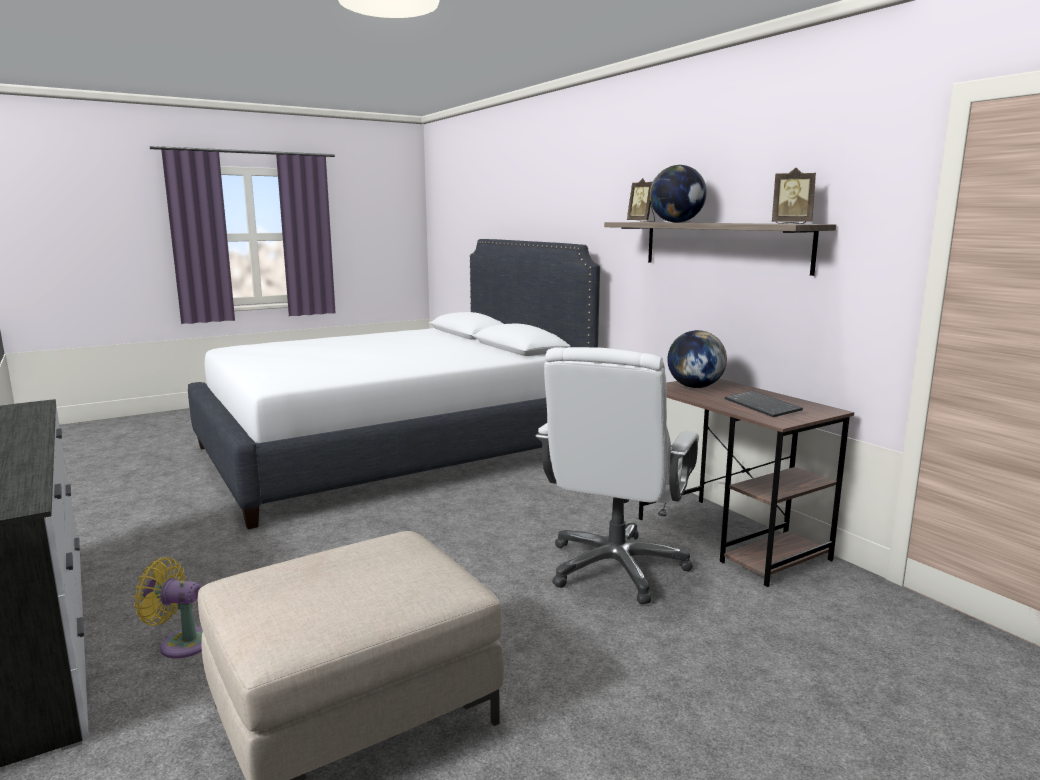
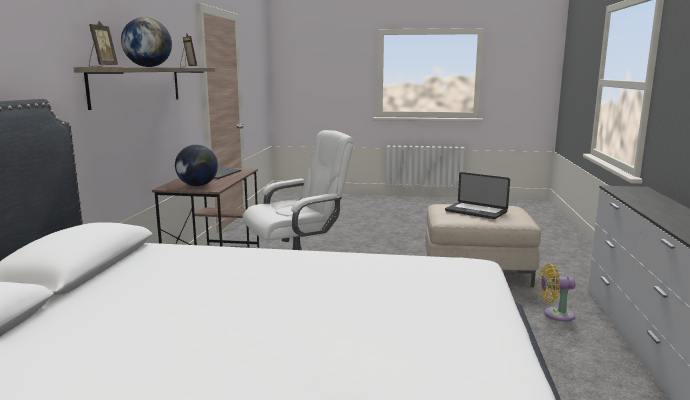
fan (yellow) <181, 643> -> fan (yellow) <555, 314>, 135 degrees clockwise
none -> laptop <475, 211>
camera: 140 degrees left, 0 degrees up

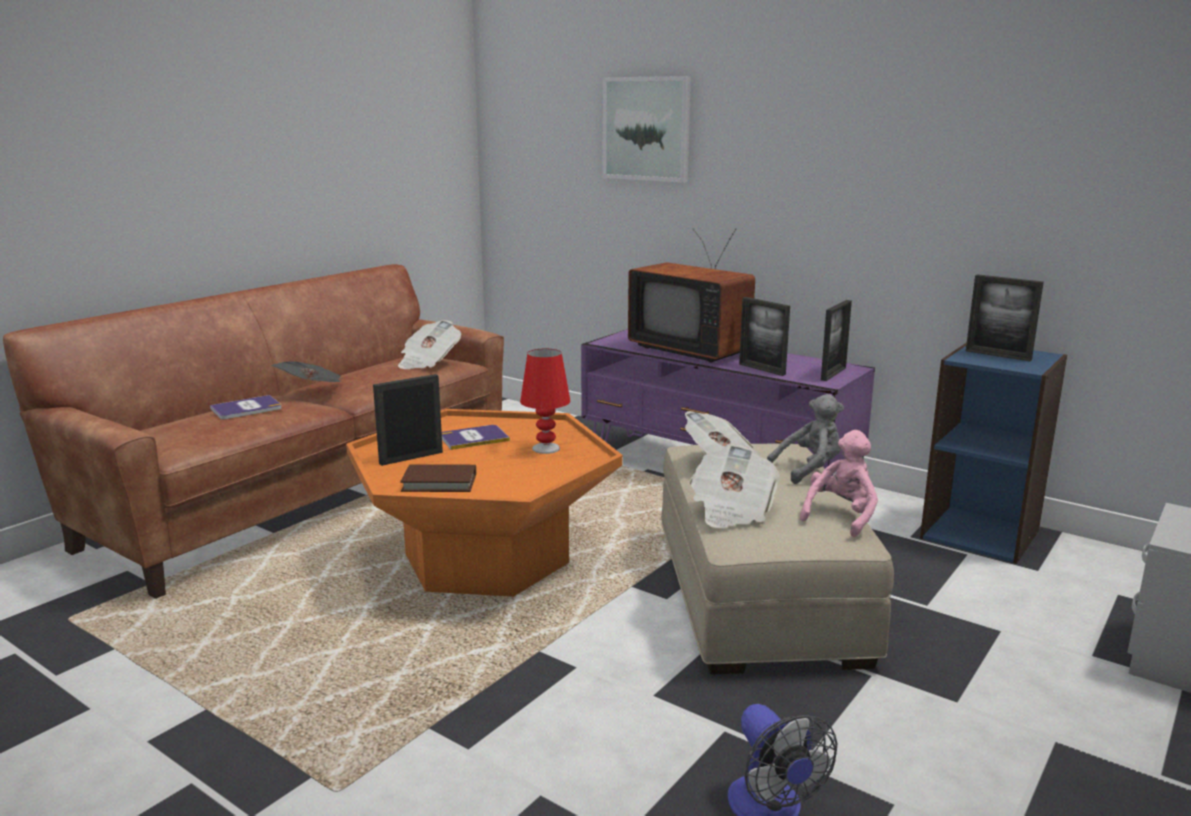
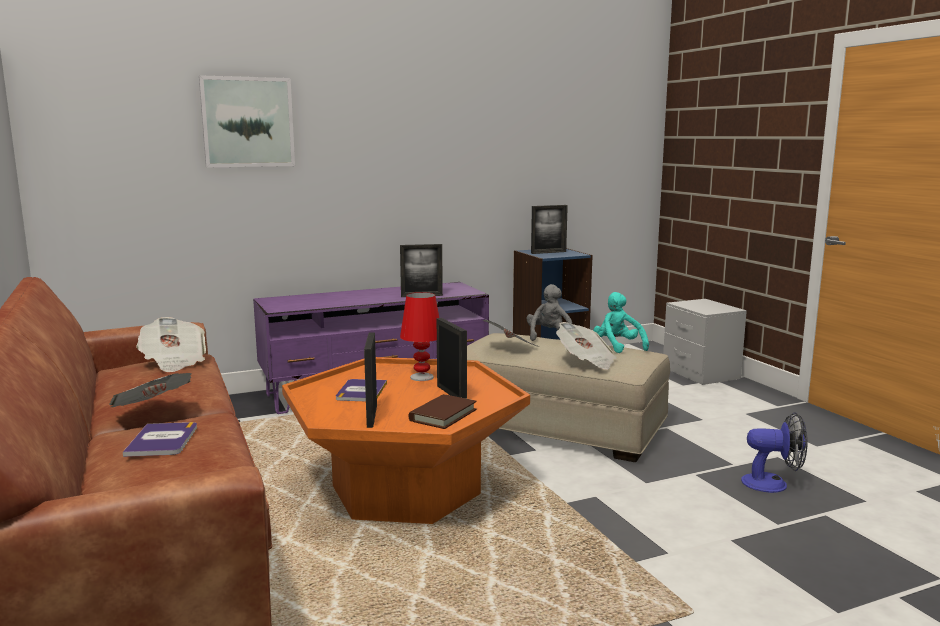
television <692, 349> -> none
plush toy (pink) <841, 516> -> plush toy (turquoise) <618, 347>
picture frame <833, 374> -> picture frame <451, 394>, shifted
camera: 60 degrees left, 5 degrees down

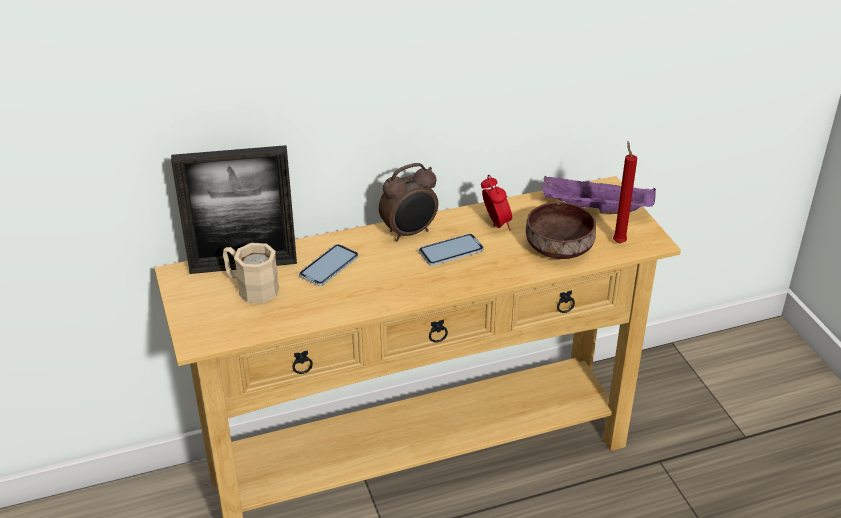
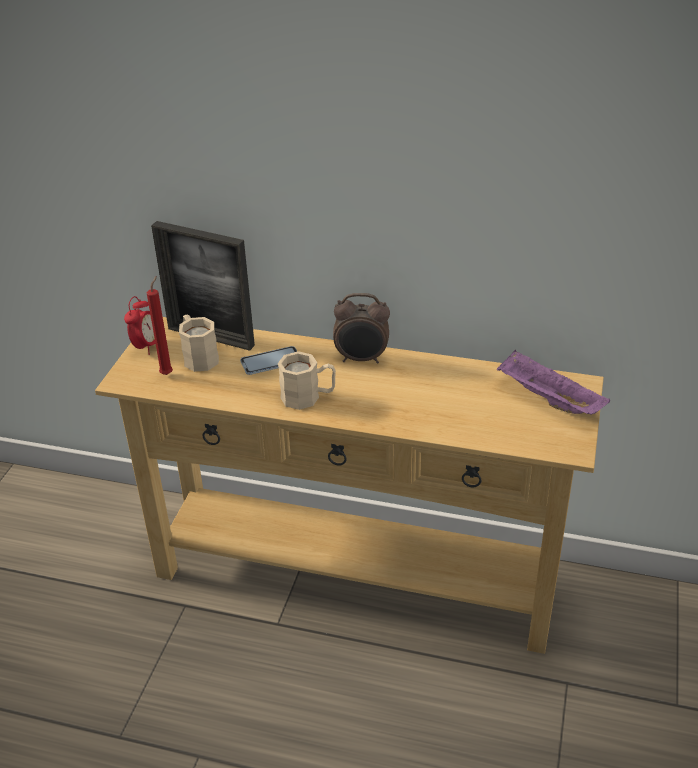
phone <451, 251> -> none
alarm clock <495, 225> -> alarm clock <146, 346>, shifted
bowl (brown) <558, 247> -> none
candle (red) <618, 241> -> candle (red) <168, 373>, shifted
none -> mug (beige) <308, 397>
camera: 35 degrees right, 0 degrees up

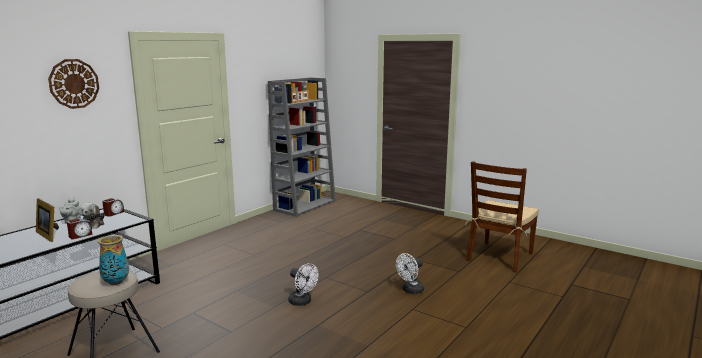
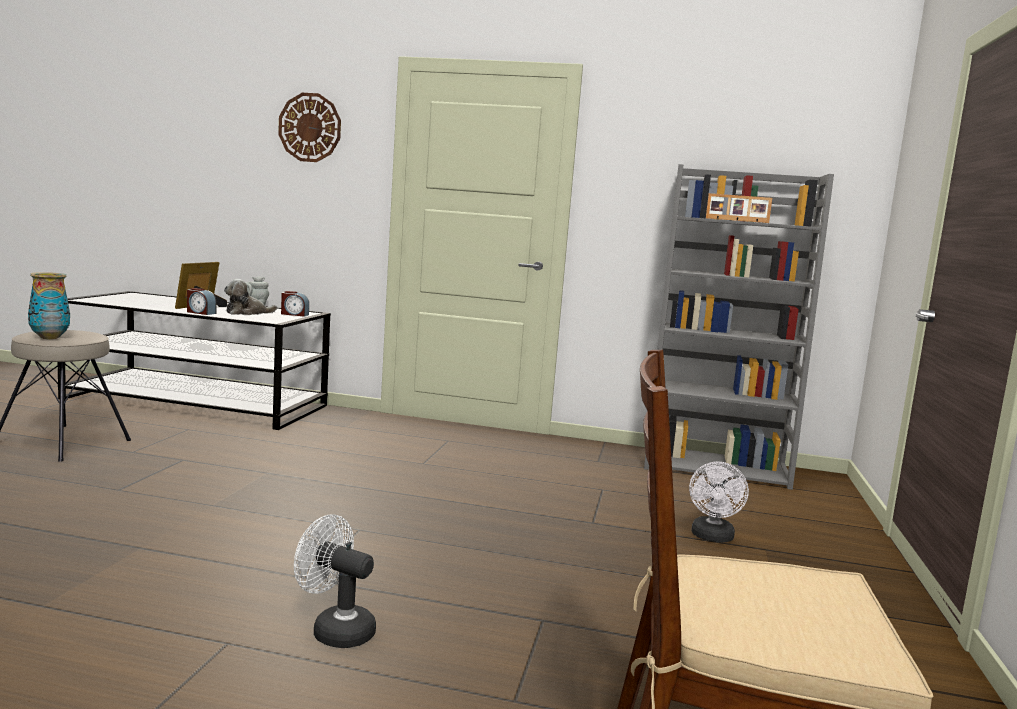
fan (white) <302, 302> -> fan (white) <712, 538>, shifted
camera: 65 degrees right, 5 degrees down

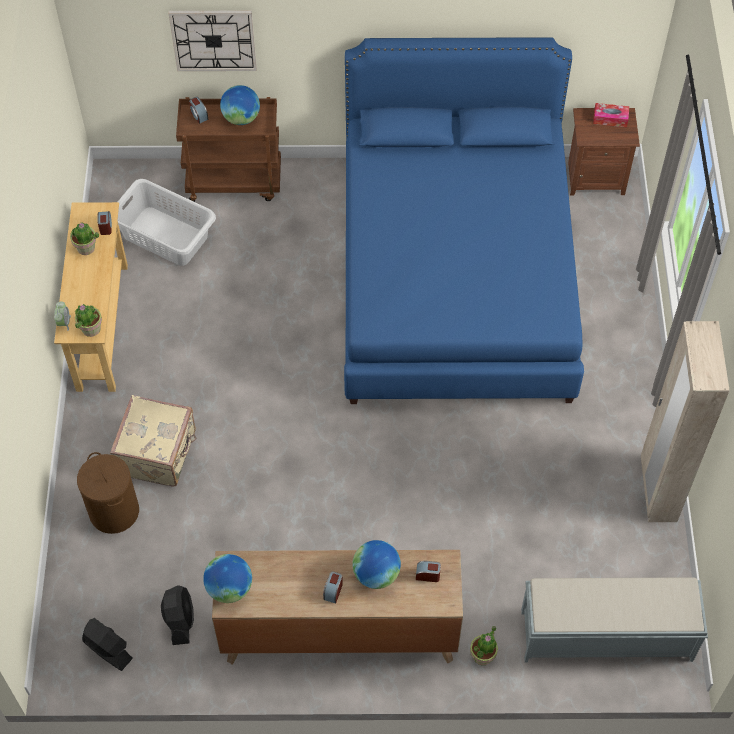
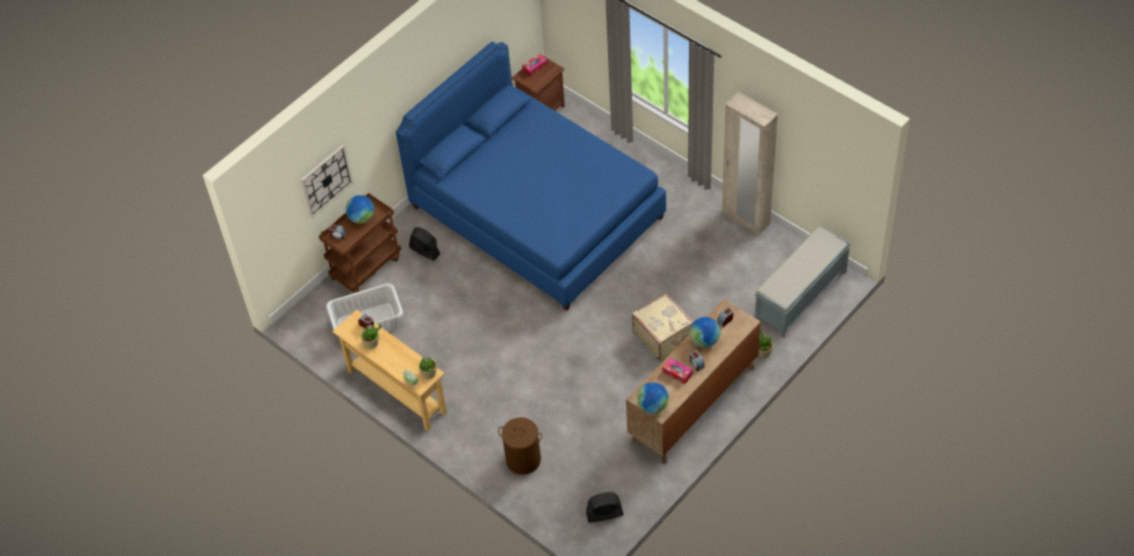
suitcase (beige) <158, 453> -> suitcase (beige) <664, 336>, shifted
fan (black) <180, 620> -> fan (black) <424, 250>, shifted
none -> tissue box <677, 373>
camera: 45 degrees left, 5 degrees down

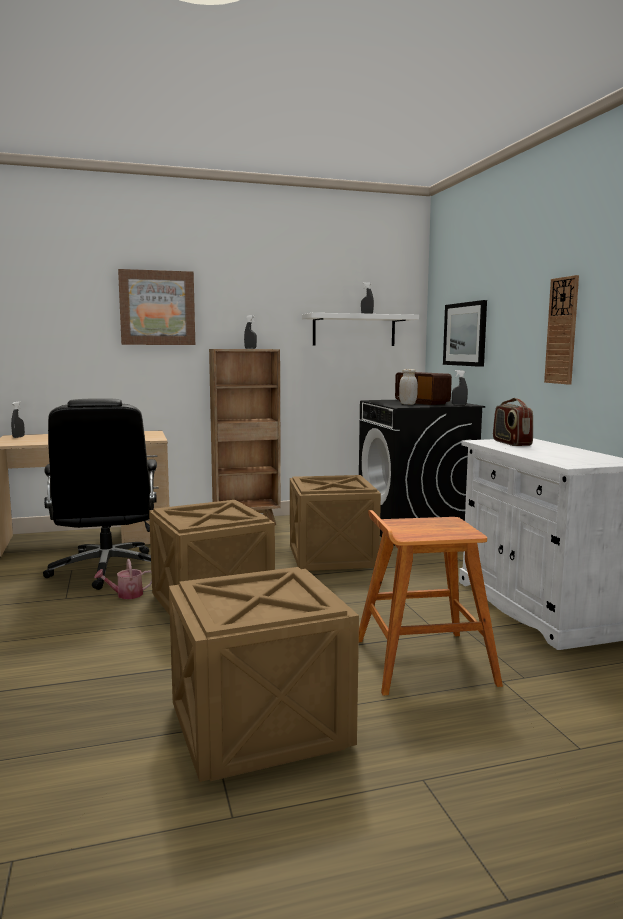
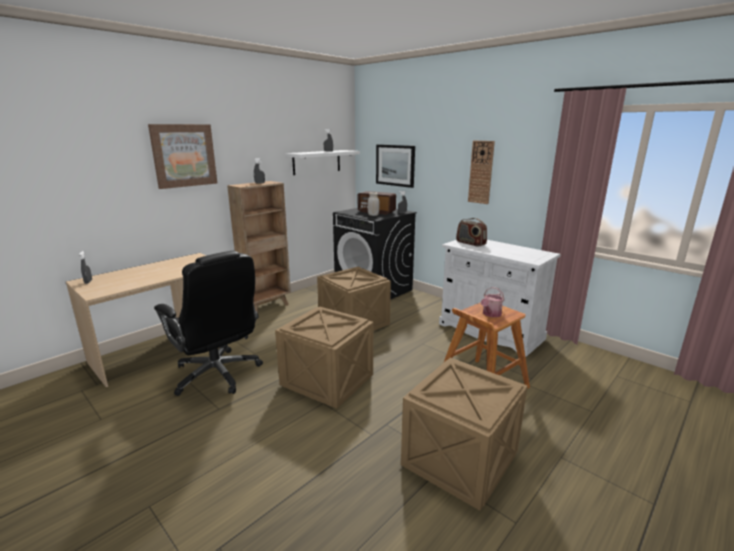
watering can <126, 595> -> watering can <490, 314>, shifted
camera: 30 degrees left, 10 degrees up

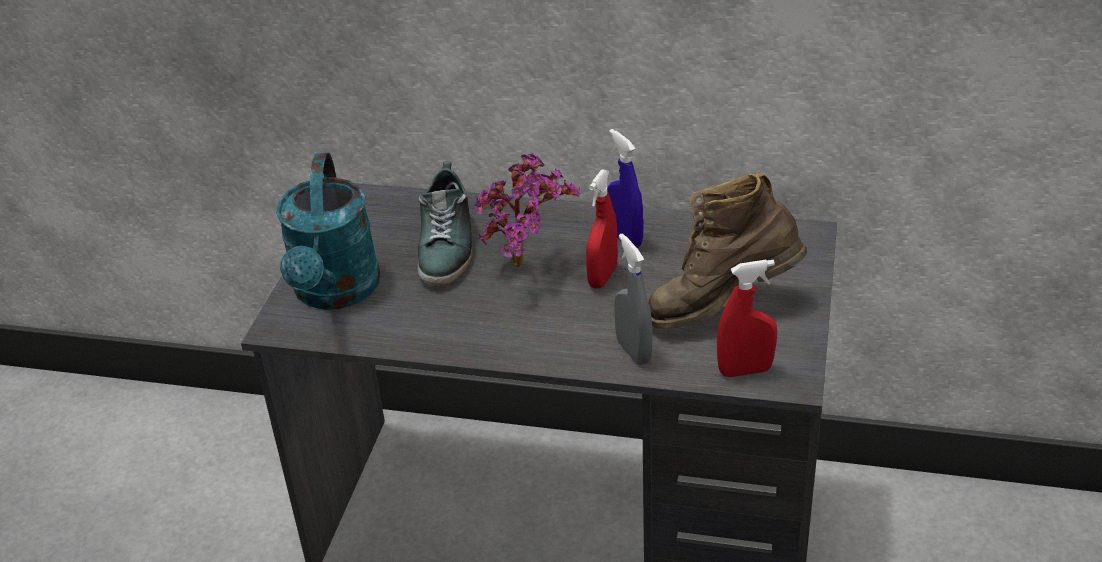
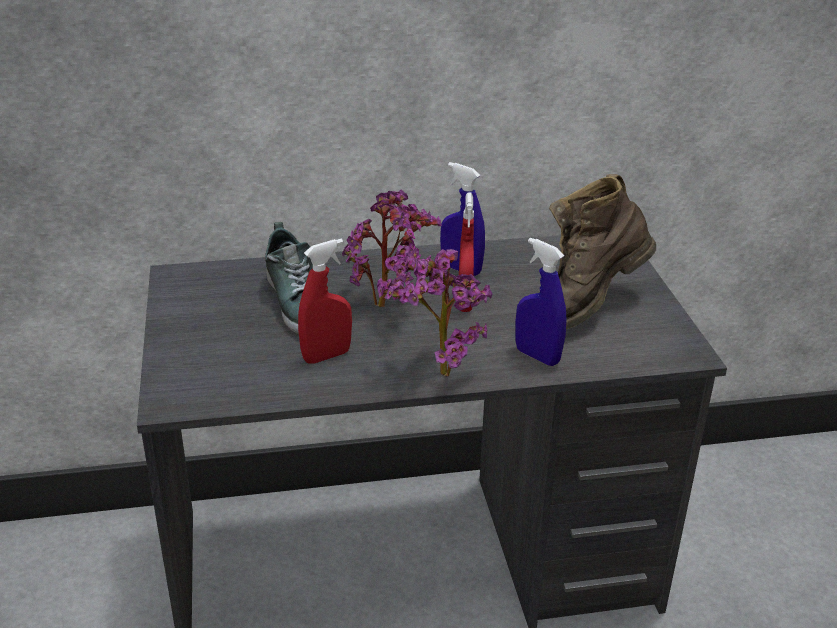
watering can (turquoise) <335, 293> -> none
spray bottle (grey) <633, 351> -> spray bottle (blue) <537, 356>
spray bottle (red) <745, 370> -> spray bottle (red) <326, 356>, shifted
none -> potted plant <436, 370>
camera: 25 degrees left, 5 degrees down

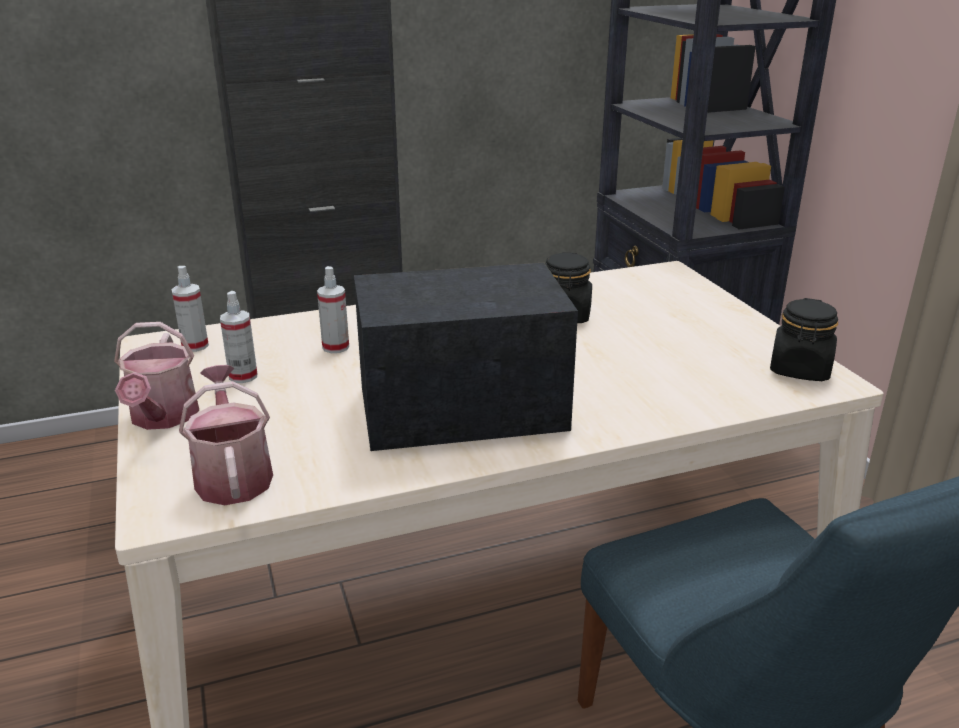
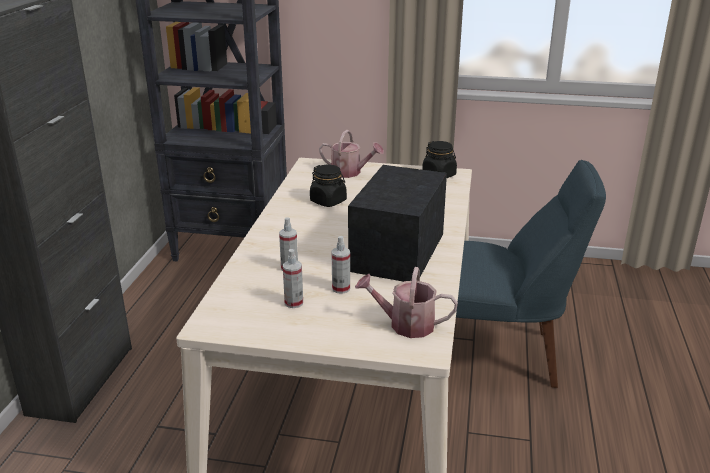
watering can <162, 418> -> watering can <350, 172>, shifted
spray bottle <195, 346> -> spray bottle <341, 288>, shifted
camera: 60 degrees left, 0 degrees up

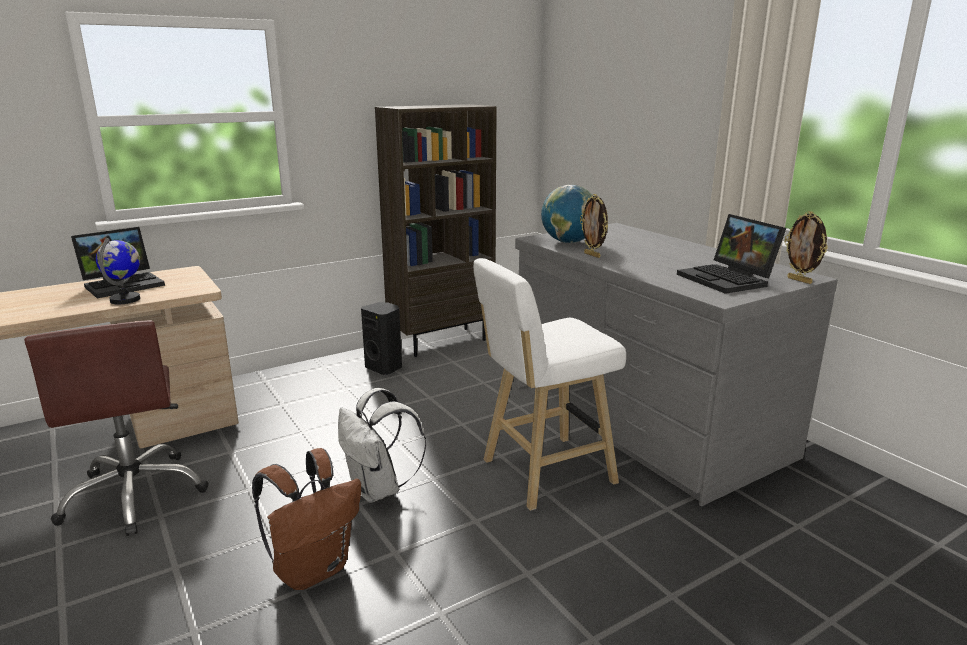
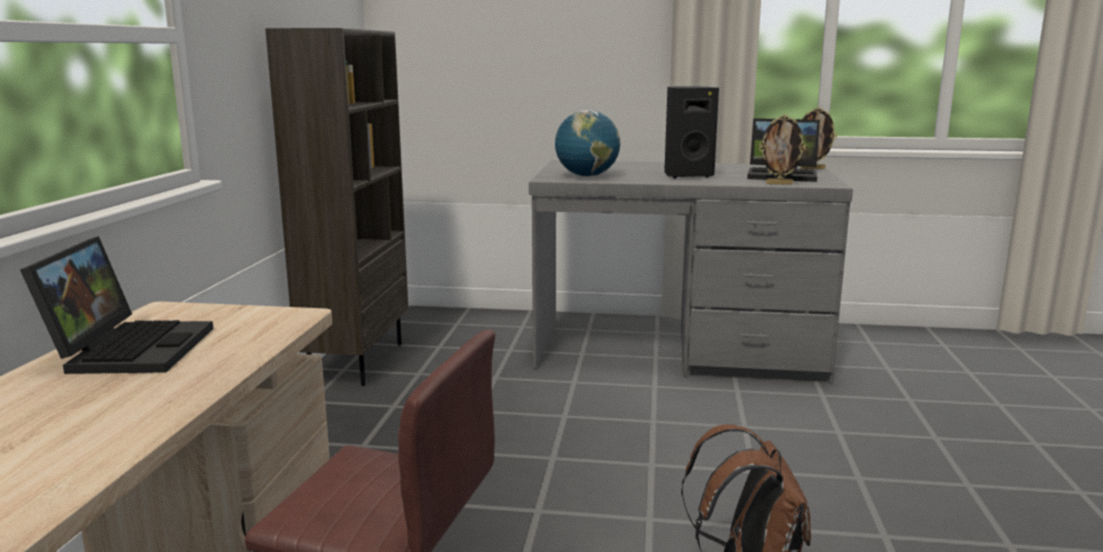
globe <125, 300> -> none
backpack (white) <379, 490> -> none
speaker (black) <385, 367> -> speaker (black) <687, 175>, shifted
stool (white) <543, 473> -> none
picture frame <592, 255> -> picture frame <779, 184>, shifted
camera: 50 degrees left, 5 degrees down

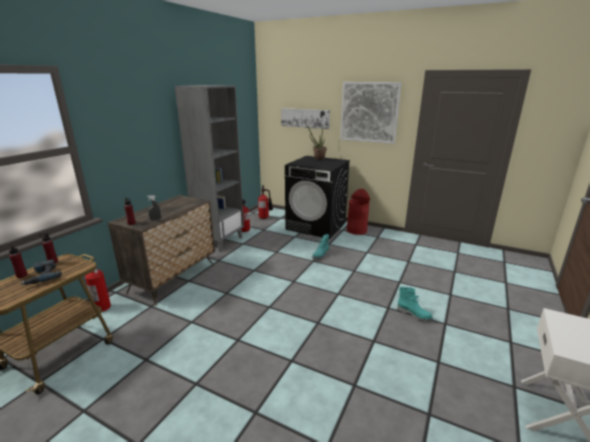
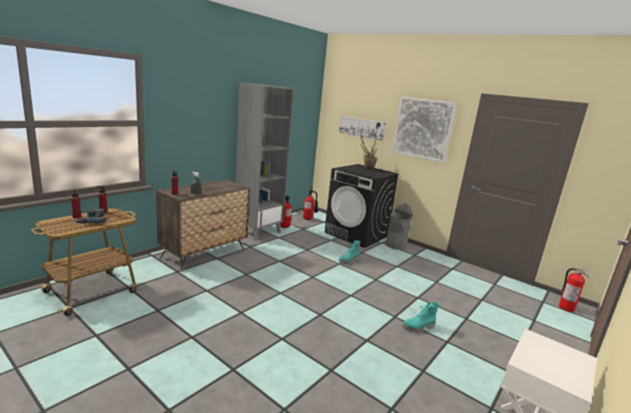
fire extinguisher <102, 307> -> fire extinguisher <566, 308>, shifted
trash can (red) <356, 230> -> trash can (grey) <396, 245>
boot (turquoise) <414, 314> -> boot (turquoise) <418, 327>, 105 degrees clockwise
camera: 10 degrees right, 5 degrees down

